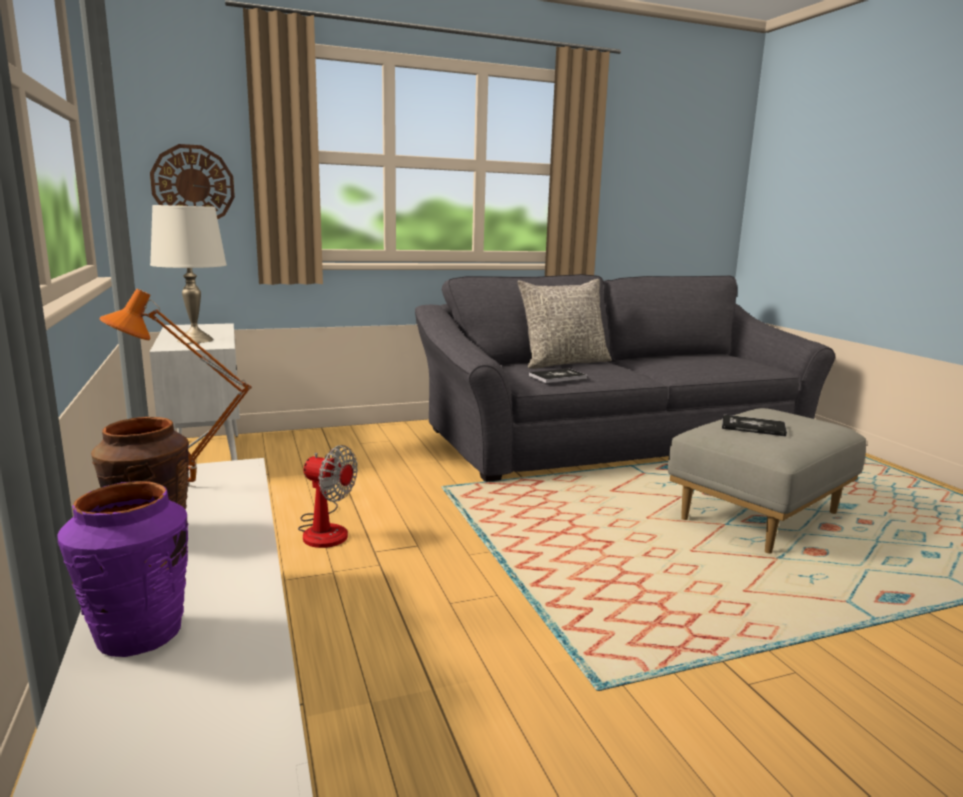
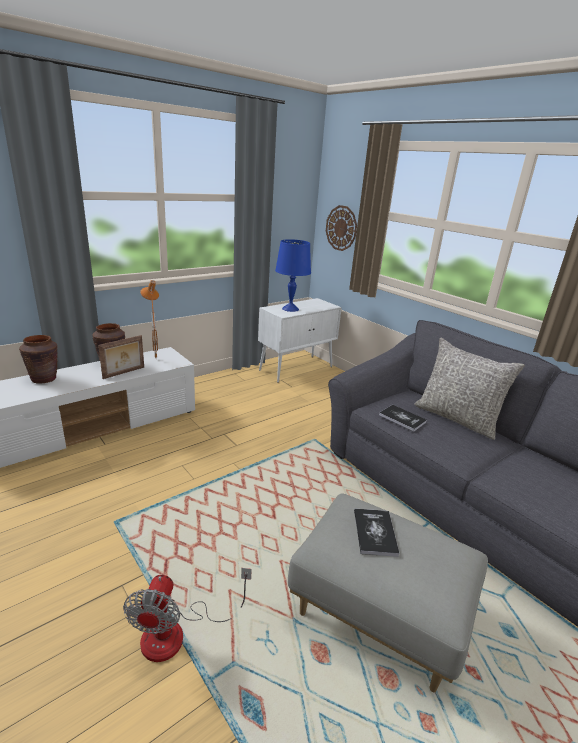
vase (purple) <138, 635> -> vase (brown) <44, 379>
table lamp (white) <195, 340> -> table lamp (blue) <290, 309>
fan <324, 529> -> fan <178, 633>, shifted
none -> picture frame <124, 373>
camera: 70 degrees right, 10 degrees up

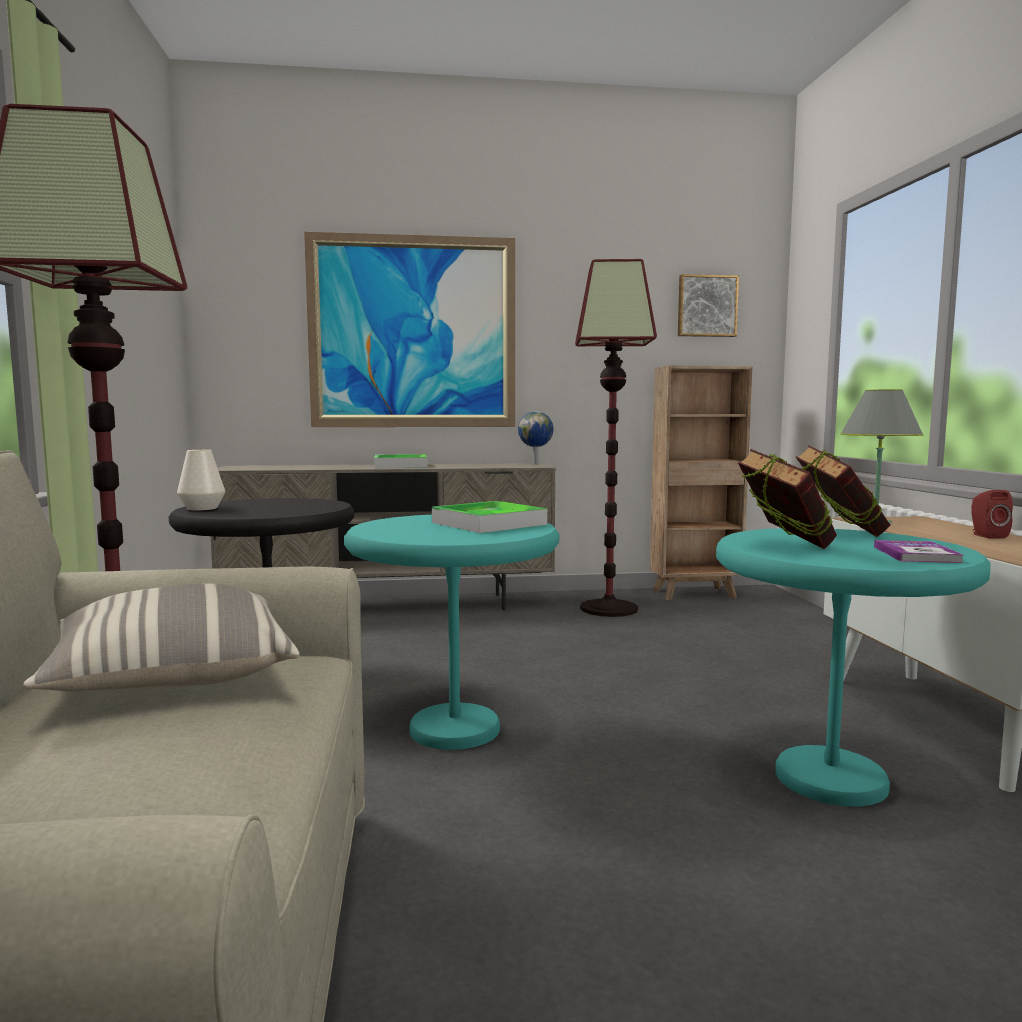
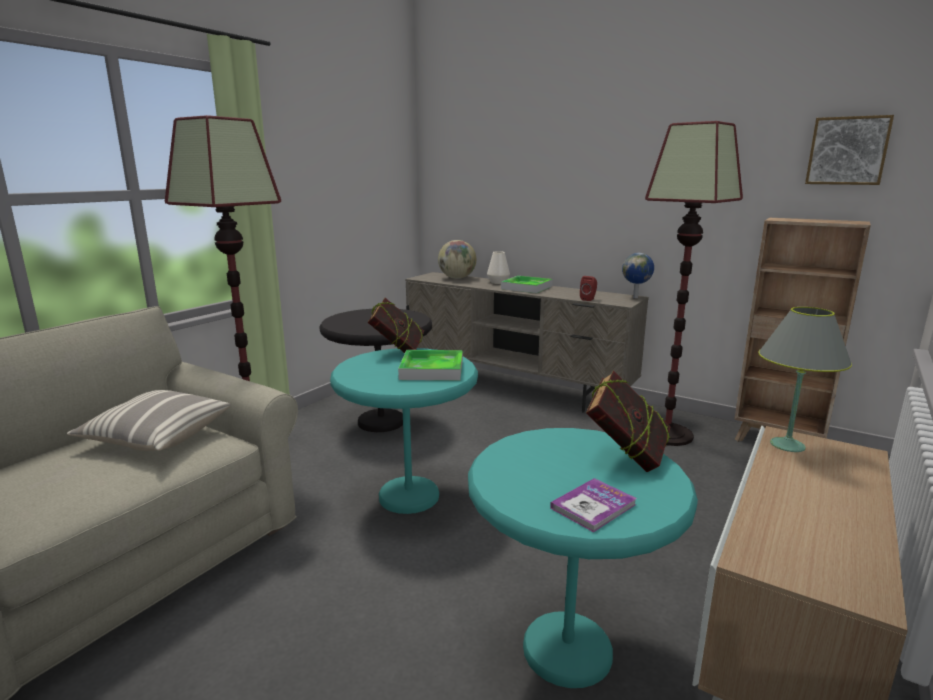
vase (white) <202, 508> -> vase (white) <498, 282>, shifted
picture <413, 332> -> none
book <784, 548> -> book <397, 352>, shifted
speaker (red) <986, 536> -> speaker (red) <588, 299>, shifted
none -> globe <457, 278>
camera: 40 degrees right, 10 degrees up

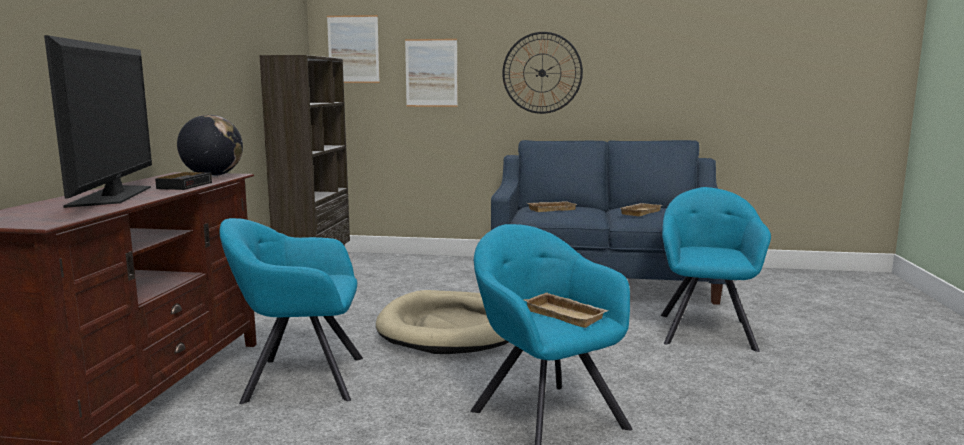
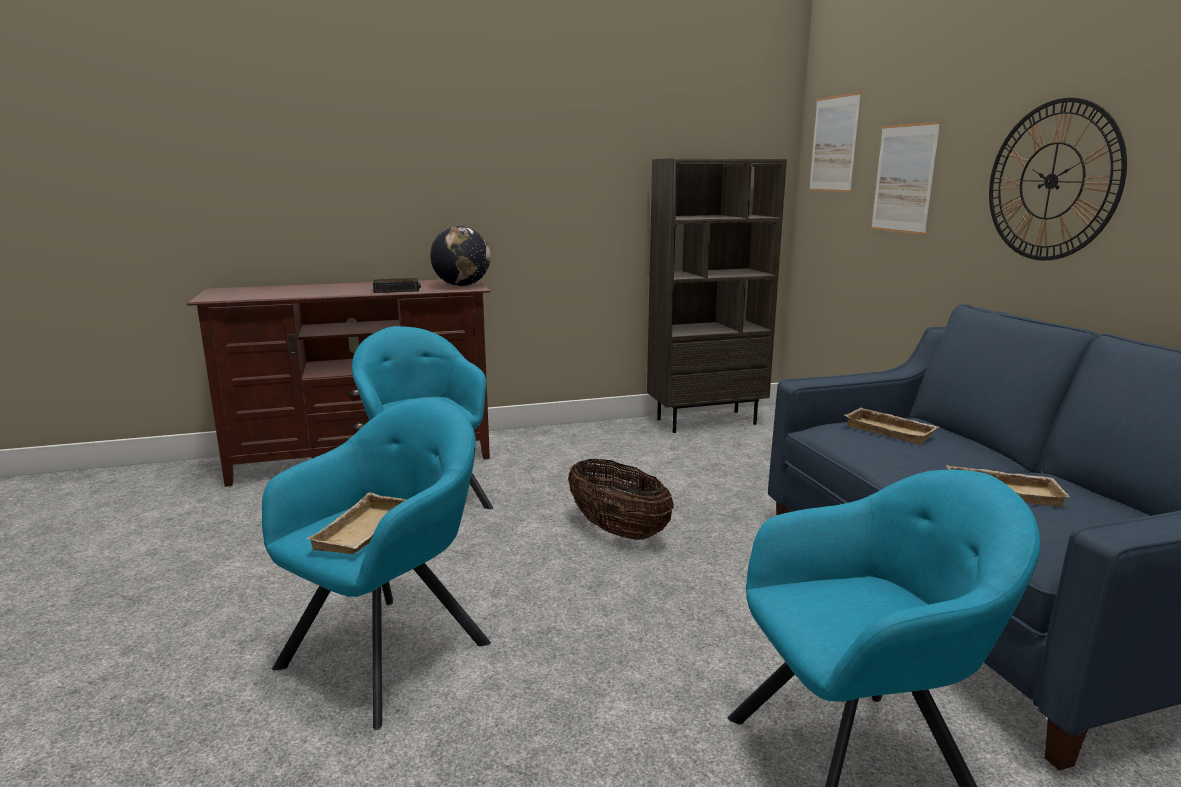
television <113, 195> -> none
dog bed (beige) <452, 328> -> basket <618, 531>
camera: 65 degrees right, 5 degrees up

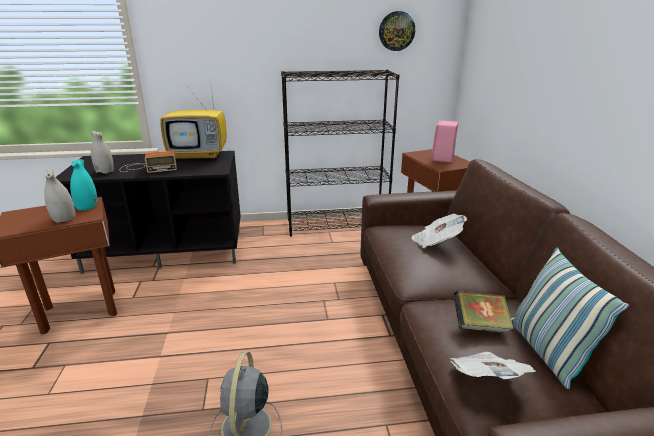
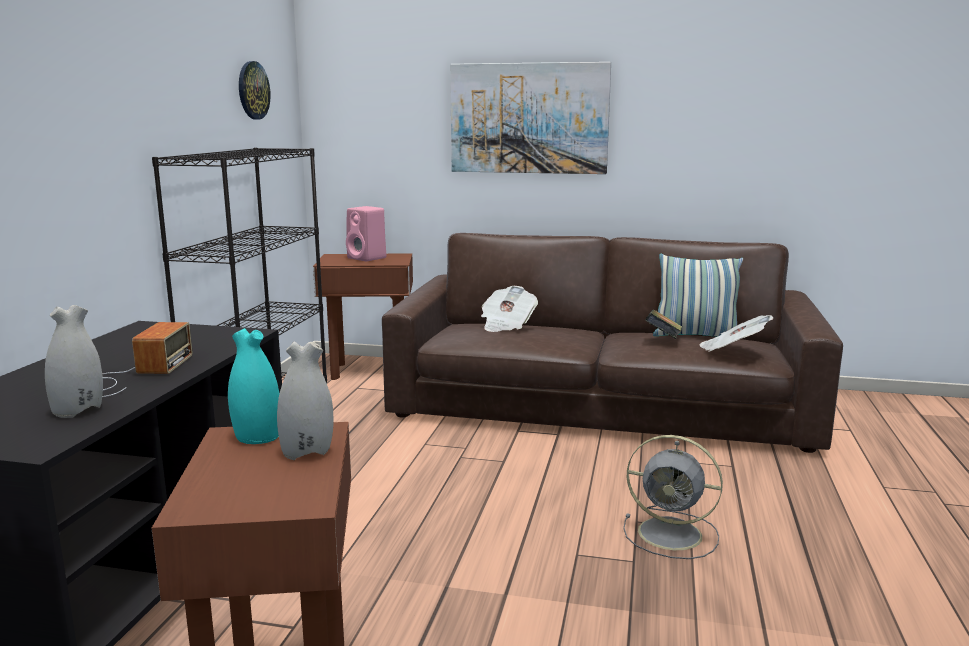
television <200, 155> -> none
none -> picture <529, 118>
camera: 70 degrees left, 10 degrees down

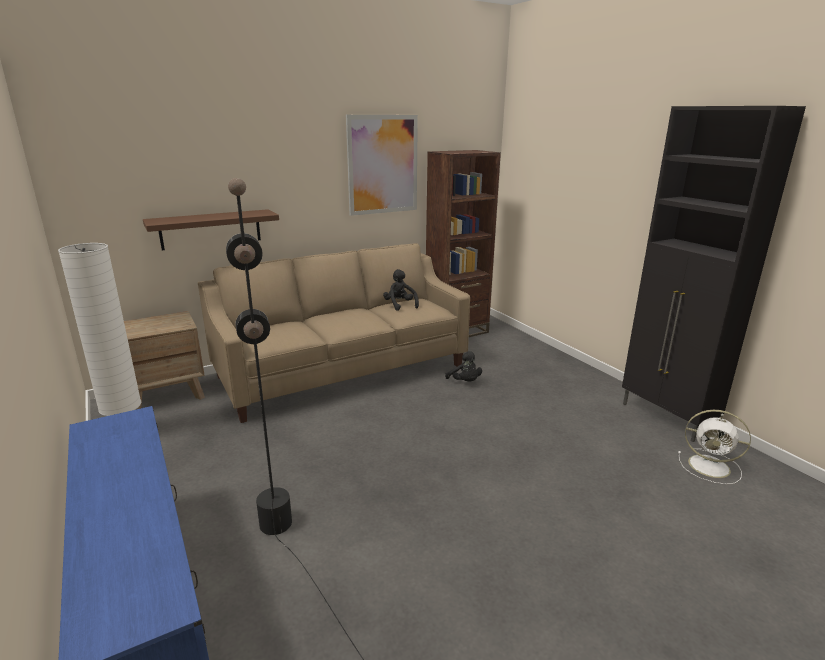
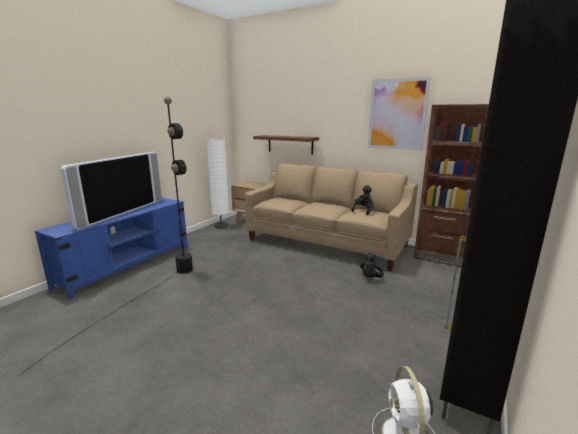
none -> television <121, 212>
camera: 60 degrees right, 5 degrees down

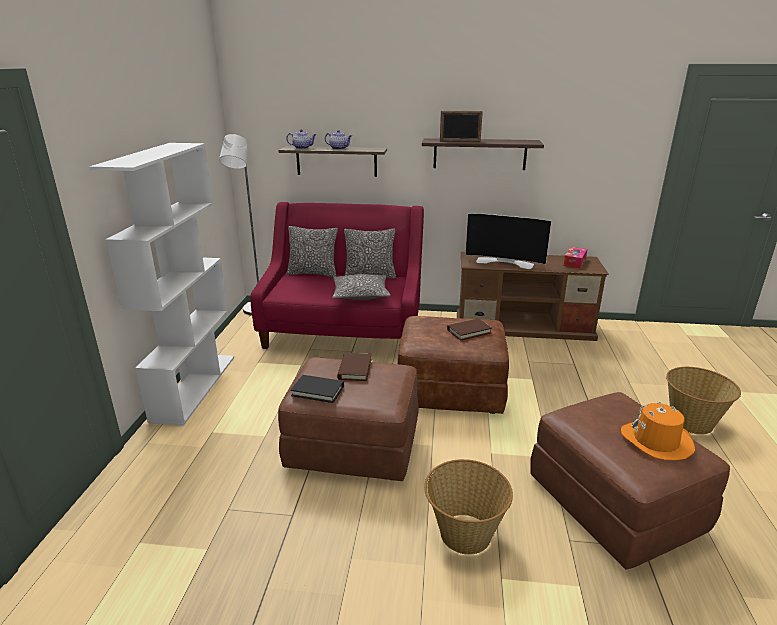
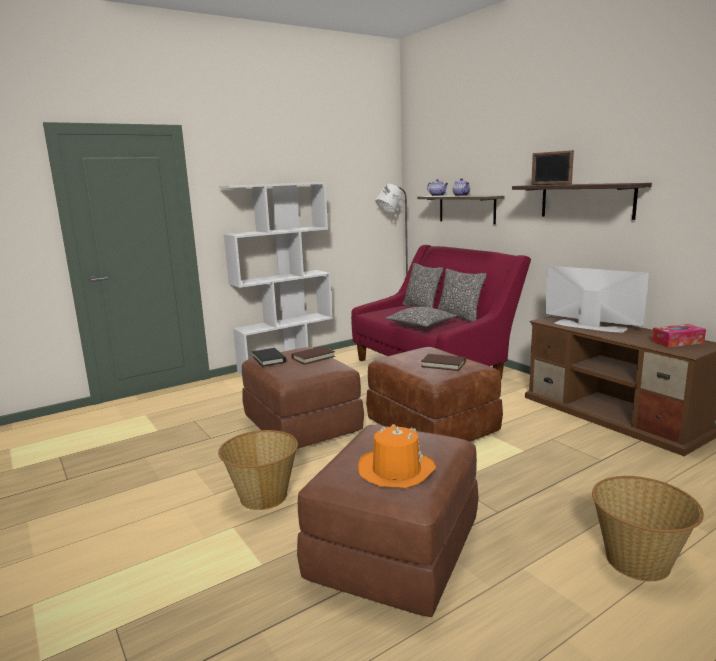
television <505, 262> -> television <588, 326>, 150 degrees clockwise
camera: 50 degrees right, 10 degrees down

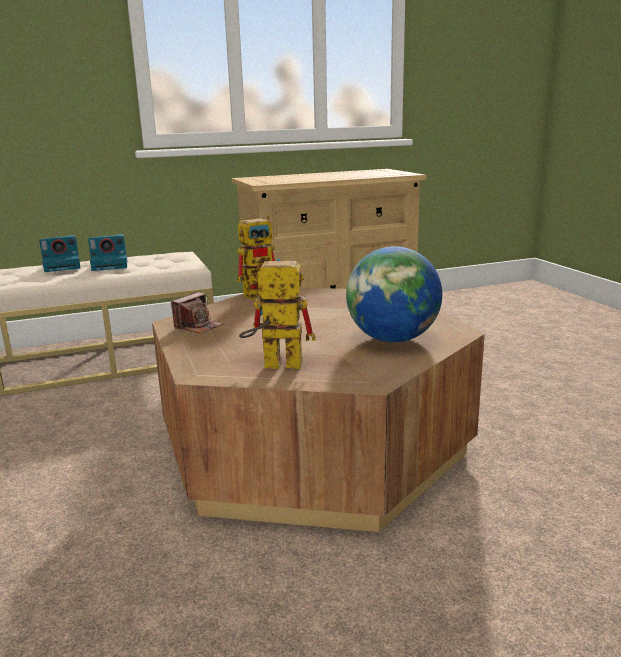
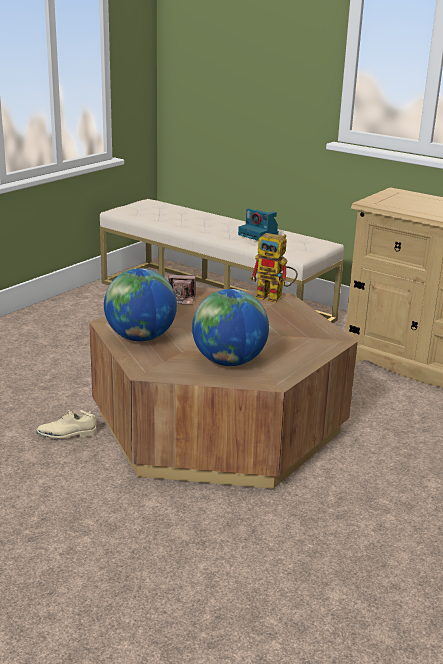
photo camera <63, 266> -> none
toy robot <273, 365> -> globe <140, 338>
none -> shoe (beige) <66, 435>
camera: 55 degrees right, 5 degrees up

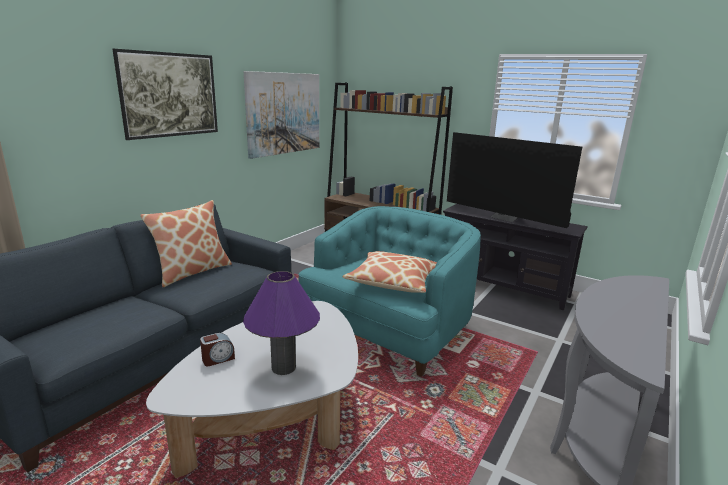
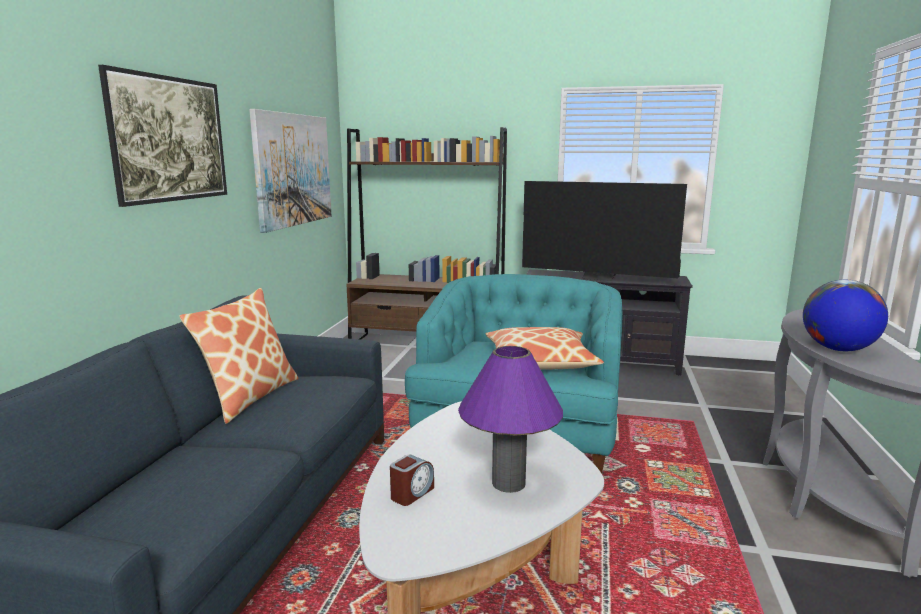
none -> globe <838, 349>
camera: 20 degrees left, 5 degrees down

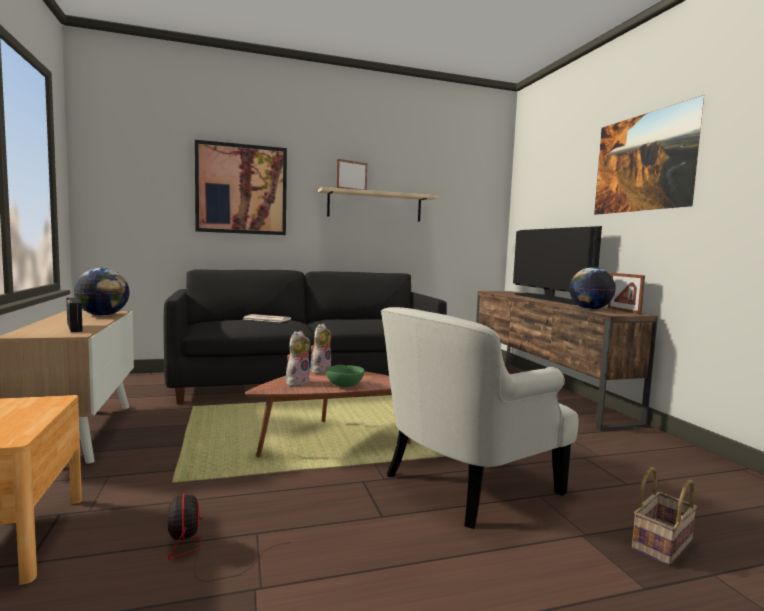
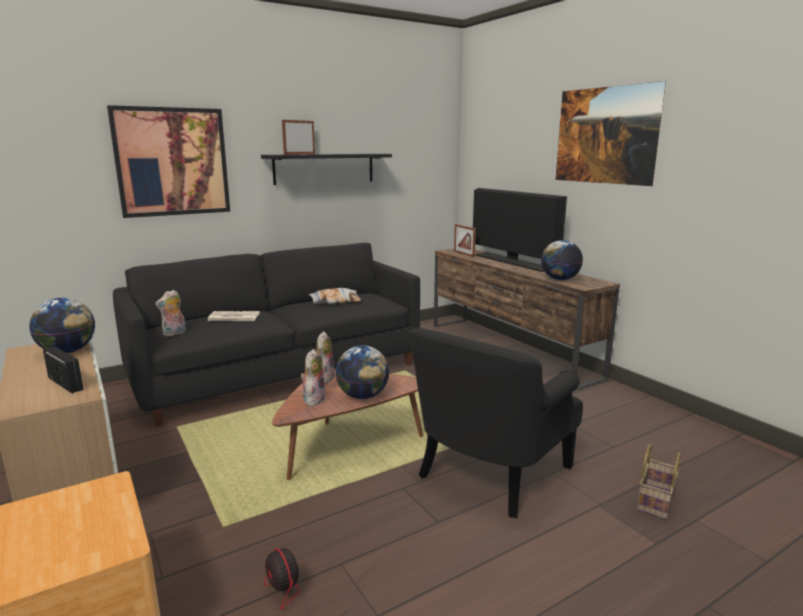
shelf (beige) <375, 206> -> shelf (black) <324, 168>
bowl (green) <345, 386> -> globe <363, 396>
armchair (white) <466, 483> -> armchair (black) <490, 471>
picture frame <623, 311> -> picture frame <464, 254>, shifted
none -> plush toy <174, 333>
none -> pillow <335, 301>
camera: 15 degrees left, 10 degrees up

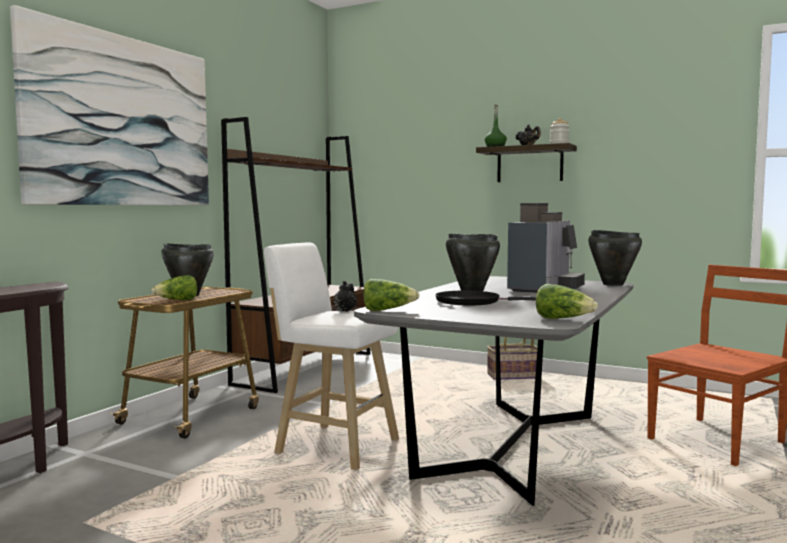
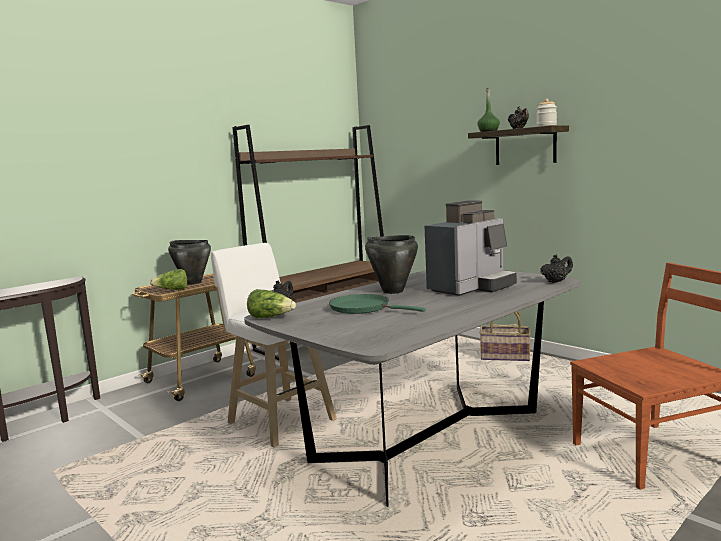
picture <122, 121> -> none
frying pan (black) <472, 302> -> frying pan (green) <363, 308>
lettuce <563, 319> -> none
cooking pot (black) <613, 284> -> teapot (black) <556, 282>
camera: 20 degrees right, 5 degrees up

